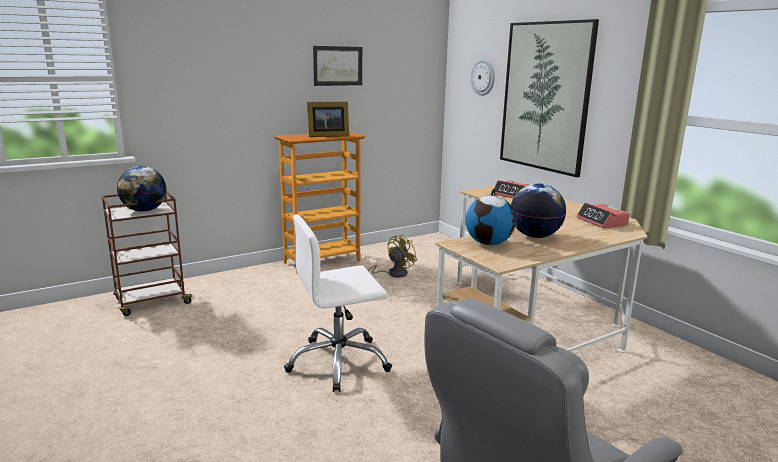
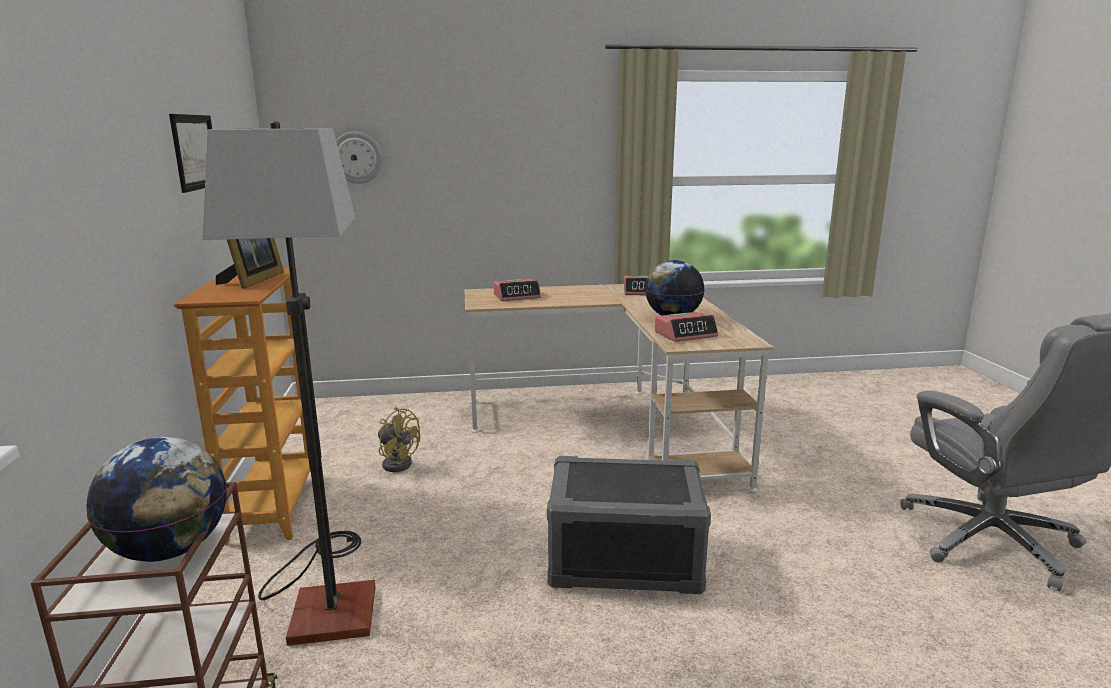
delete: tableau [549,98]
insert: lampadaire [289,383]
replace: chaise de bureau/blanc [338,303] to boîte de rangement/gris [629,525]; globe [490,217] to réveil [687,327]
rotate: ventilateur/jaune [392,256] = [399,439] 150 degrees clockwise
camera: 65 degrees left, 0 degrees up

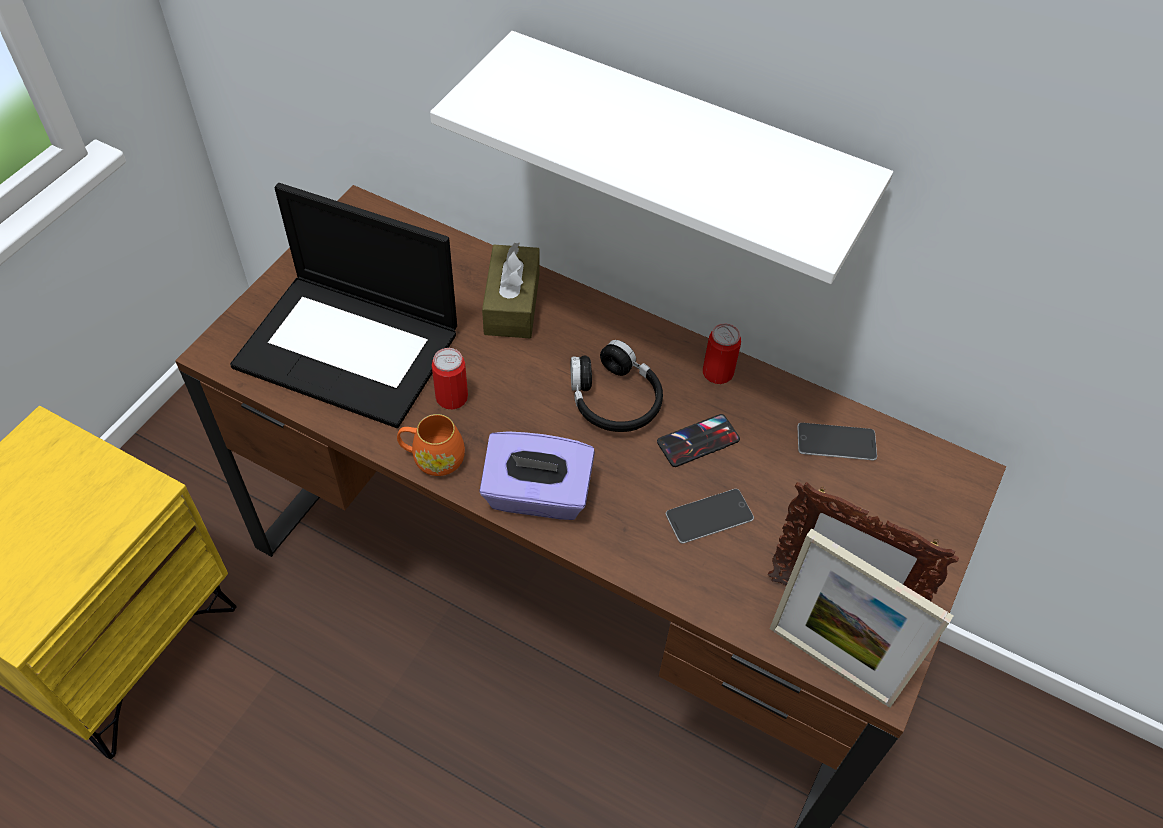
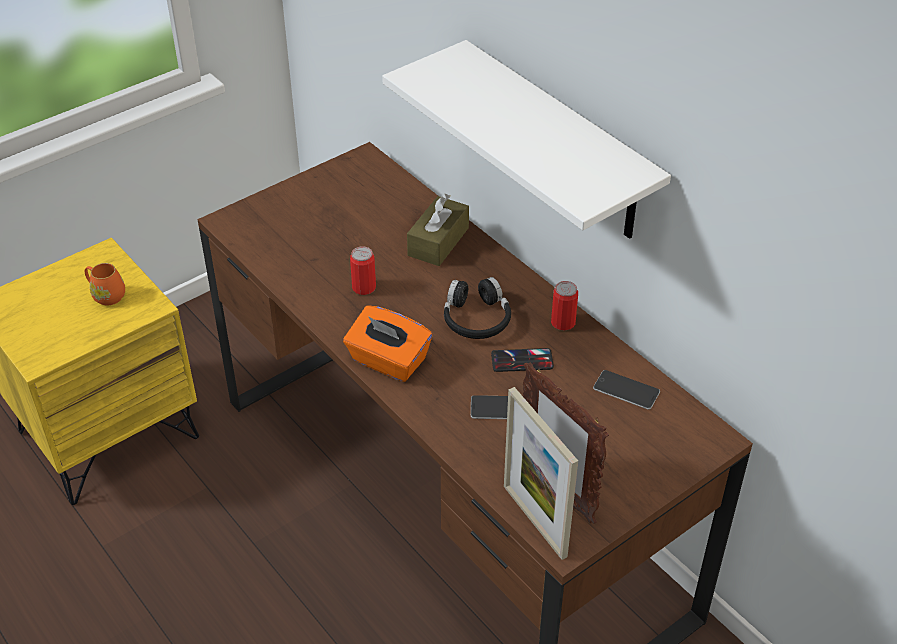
delete: ordinateur portable [343,305]
move: mug/orange [431,445] to [105,284]
recolor: boîte à mouchoirs/violet [537,475] to boîte à mouchoirs/orange [387,343]
camera: 25 degrees right, 10 degrees down

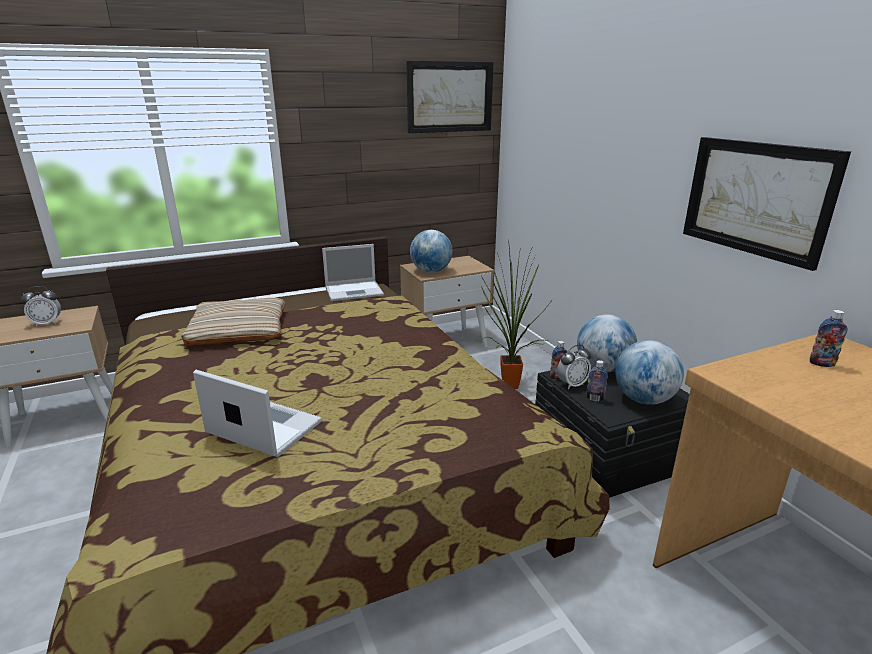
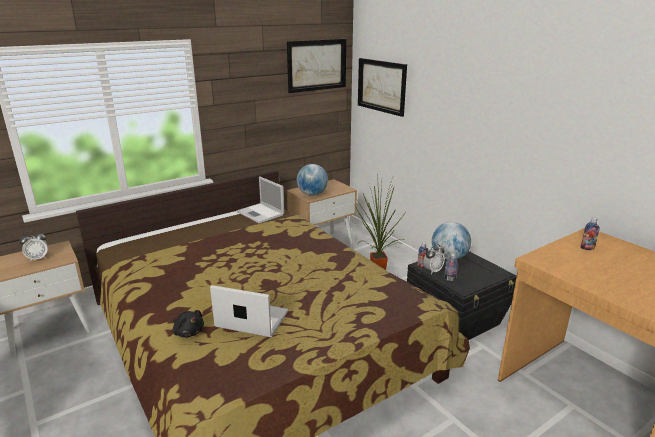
delete: coussin/beige [233,322]; globe [649,372]
insert: peluche/noir [188,324]
move: tableau [767,204] to [382,87]
rotate: ordinateur portable [353,272] = [260,199] 75 degrees clockwise
camera: 10 degrees left, 0 degrees up

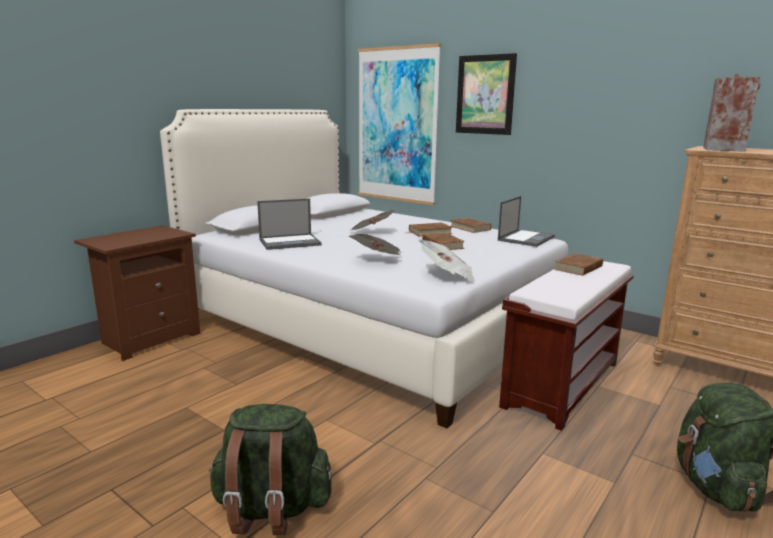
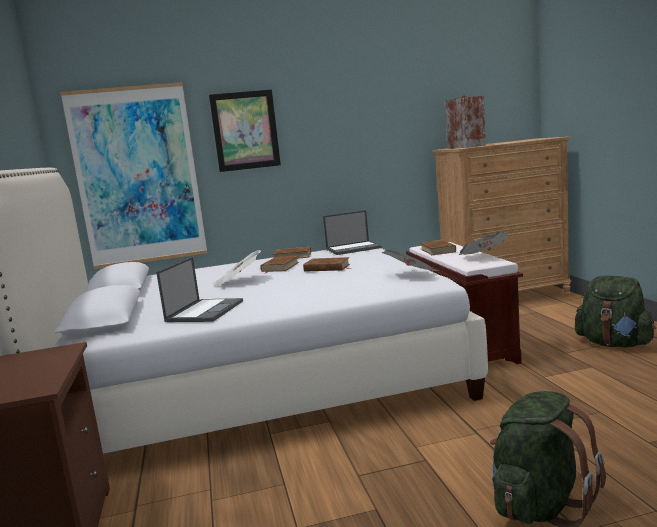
move: journal [374,244] to [483,243]
rotate: ordinateur portable [526,221] = [352,232] 90 degrees clockwise
camera: 50 degrees left, 5 degrees down

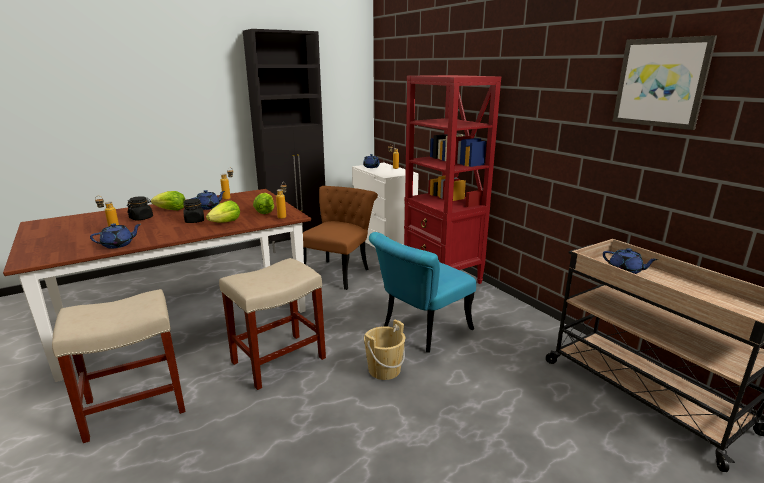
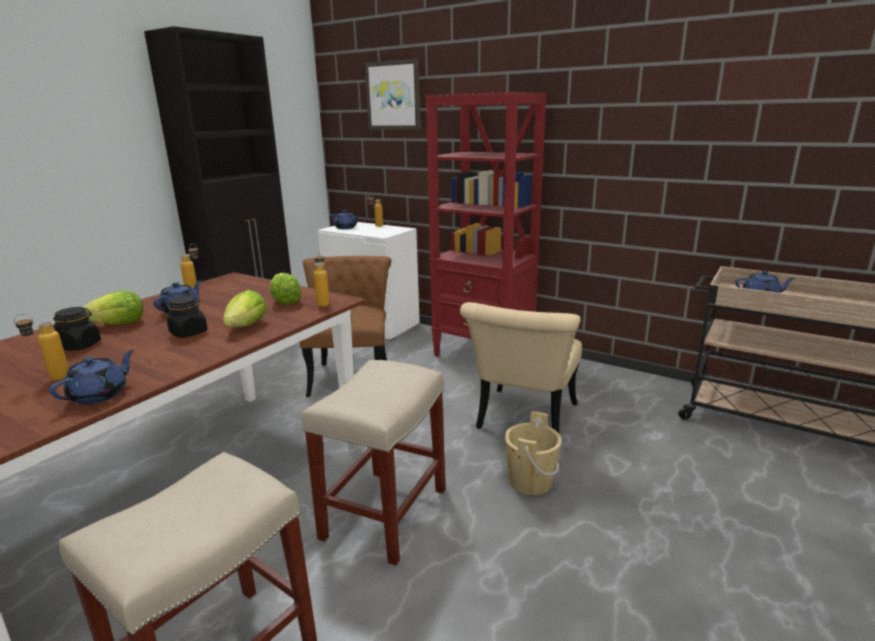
move: tableau [664,82] to [392,94]
recolor: chaise/turquoise [422,292] to chaise/beige [521,367]
camera: 25 degrees left, 0 degrees up

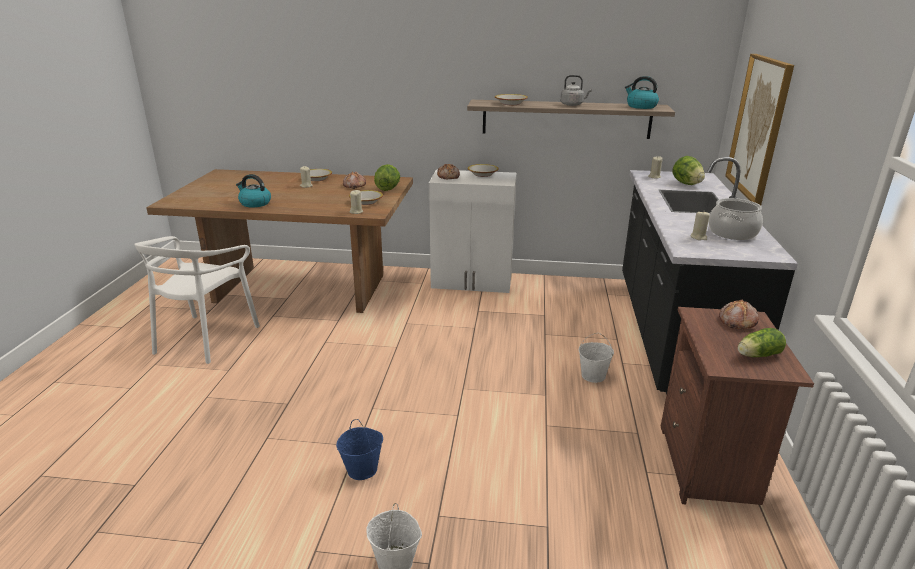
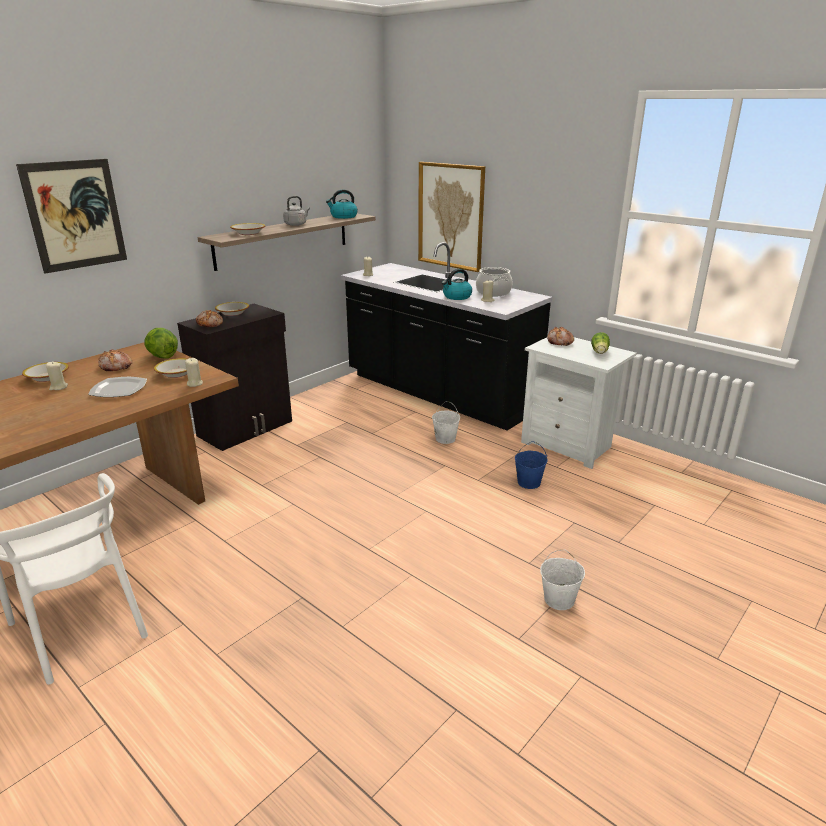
delete: laitue [689,170]
insert: tableau [71,216]; assiette [117,387]
move: bouilloire [253,191] to [457,284]; seau/bleu [359,449] to [531,465]
recolor: meuble de rangement/blanc [472,231] to meuble de rangement/noir [234,377]; table de chevet/marron [737,406] to table de chevet/blanc [579,403]
camera: 55 degrees left, 0 degrees up

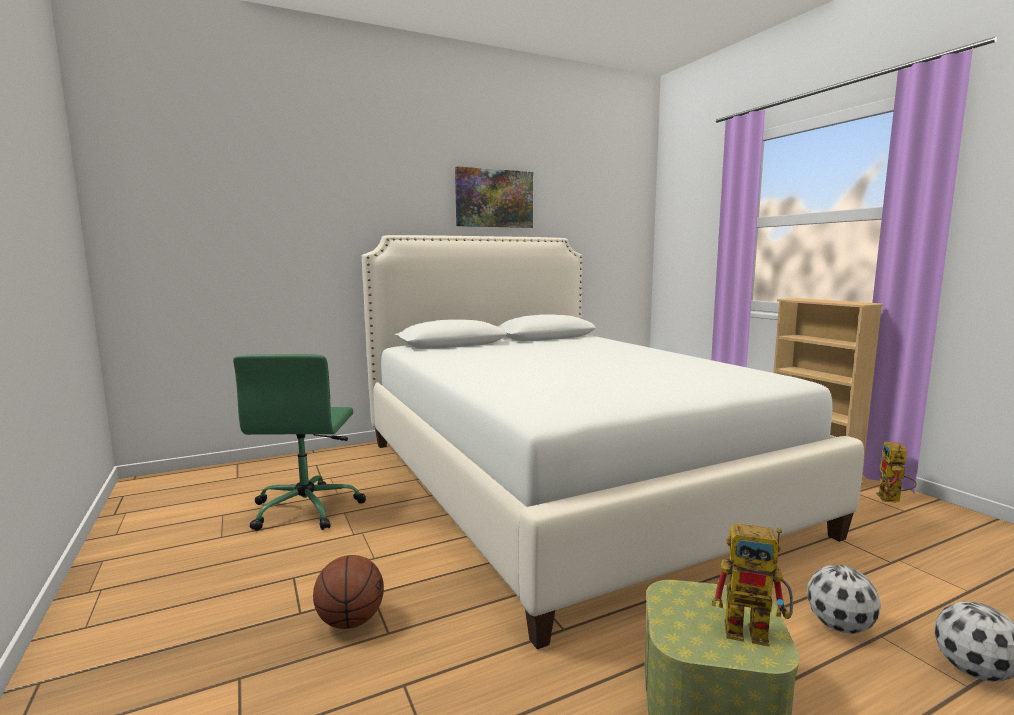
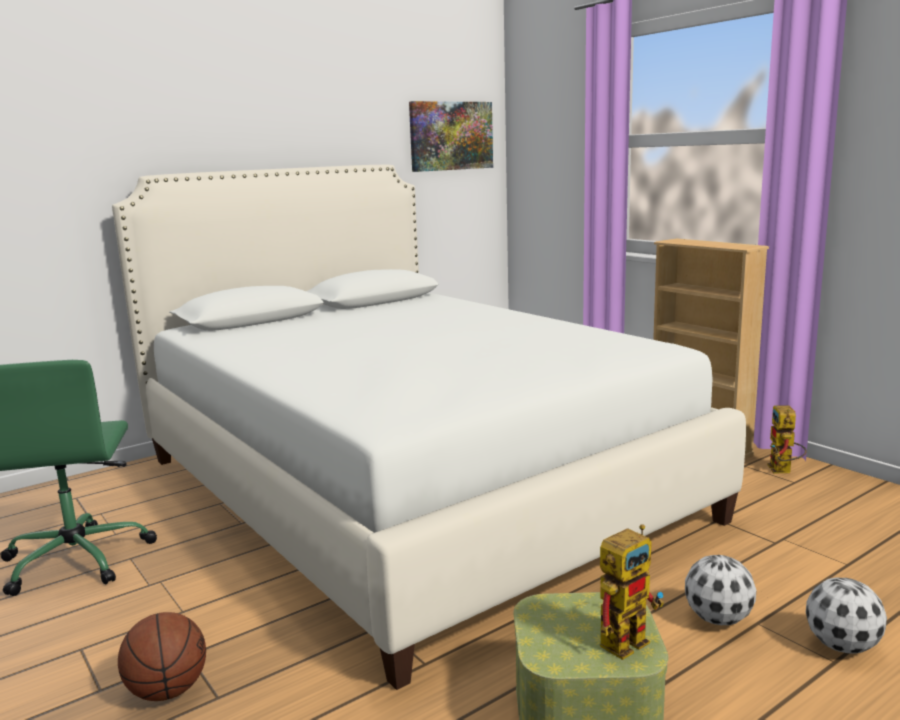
move: tableau [494,197] to [451,136]
rotate: robot jouet [752,584] = [632,592] 45 degrees counterclockwise
camera: 10 degrees left, 5 degrees up

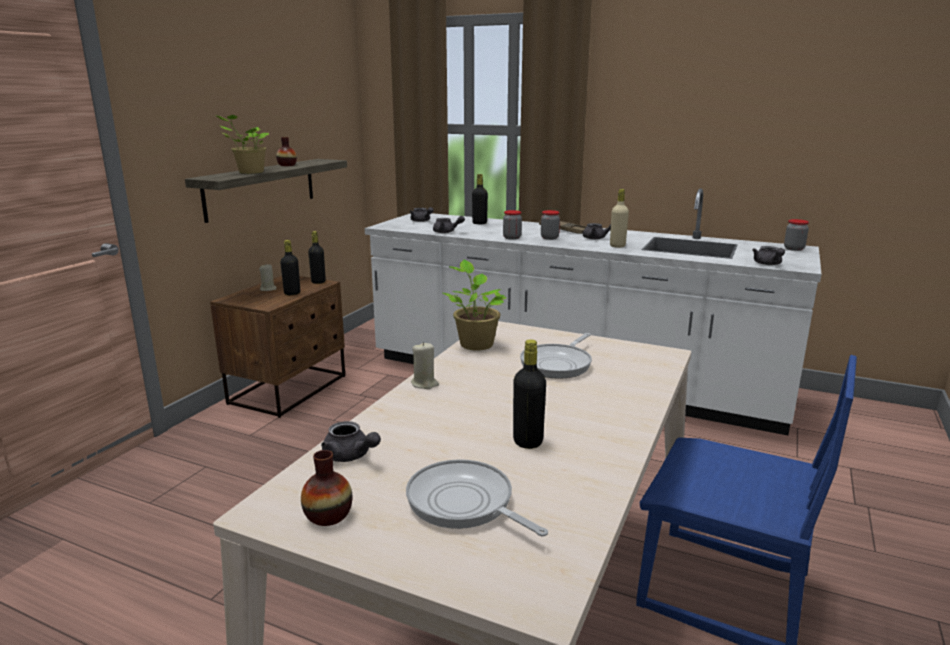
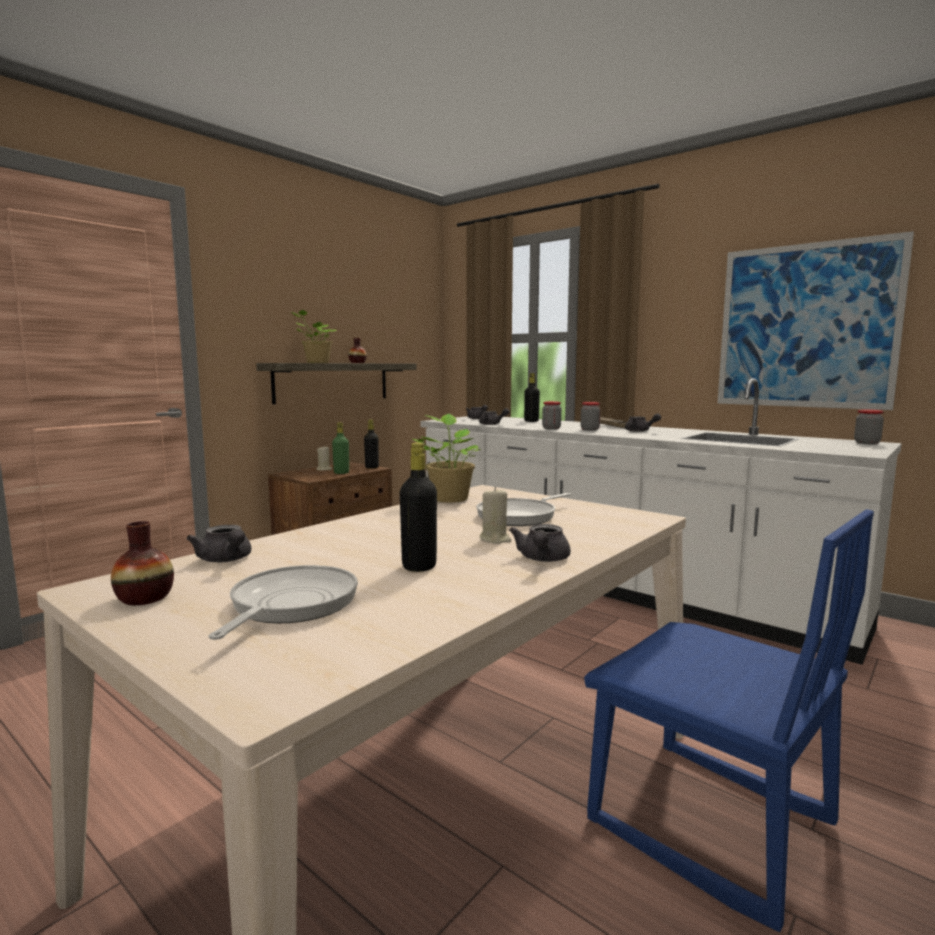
delete: bouteille/beige [619,218]
insert: tableau [815,320]
move: bougie/beige [425,365] to [496,515]; théière/gris [768,255] to [539,543]
recolor: bouteille/noir [290,267] to bouteille/vert [340,448]
rotate: poêle [477,497] = [283,602] 45 degrees clockwise
camera: 15 degrees right, 10 degrees down

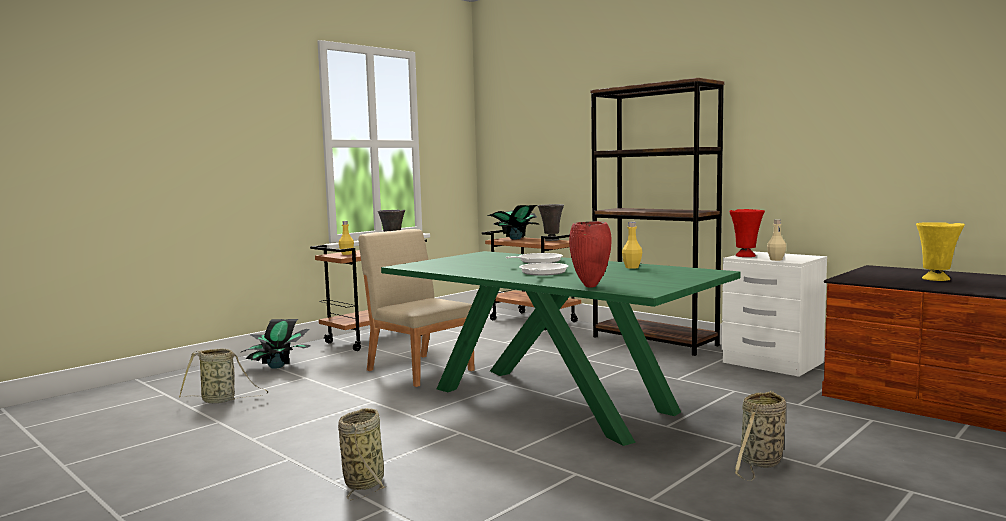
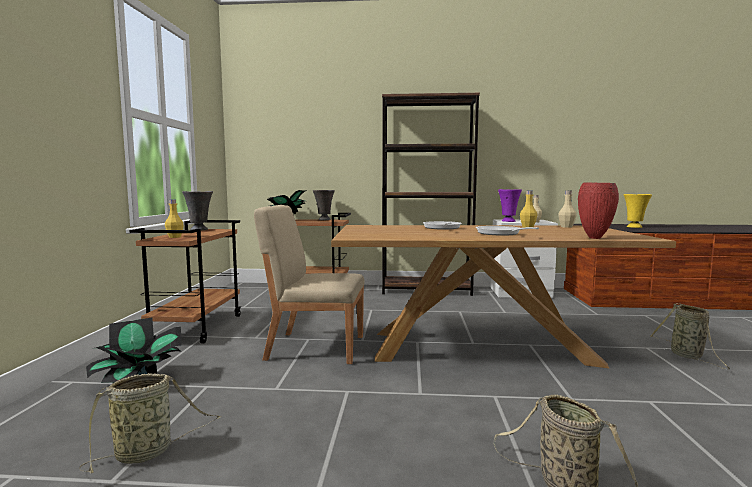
insert: bouteille/beige [567,209]
recolor: table à manger/vert [561,348] to table à manger/marron [503,296]; vase/rouge [747,233] to vase/violet [510,205]
camera: 40 degrees left, 0 degrees up

